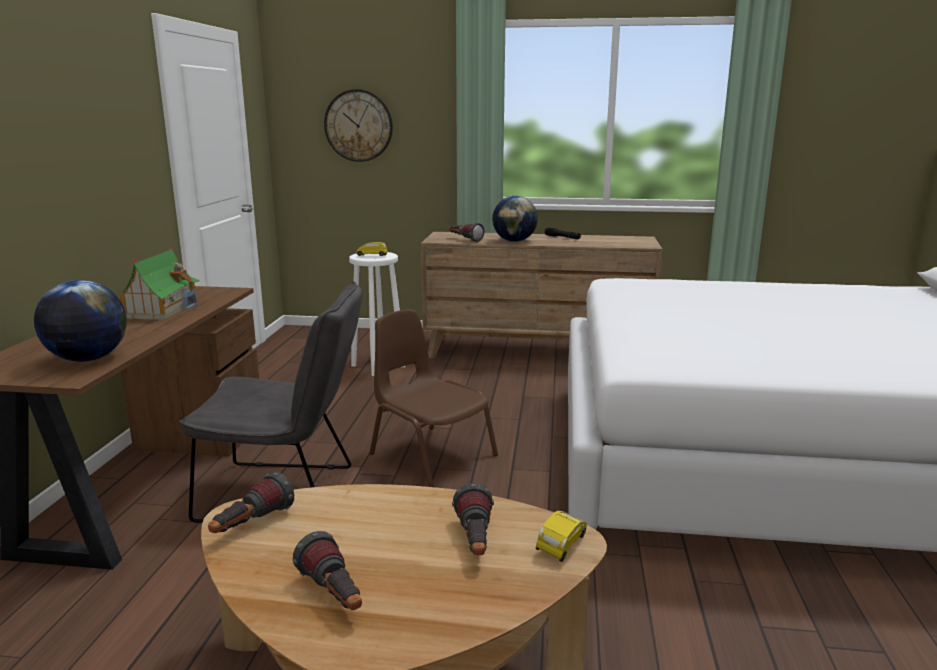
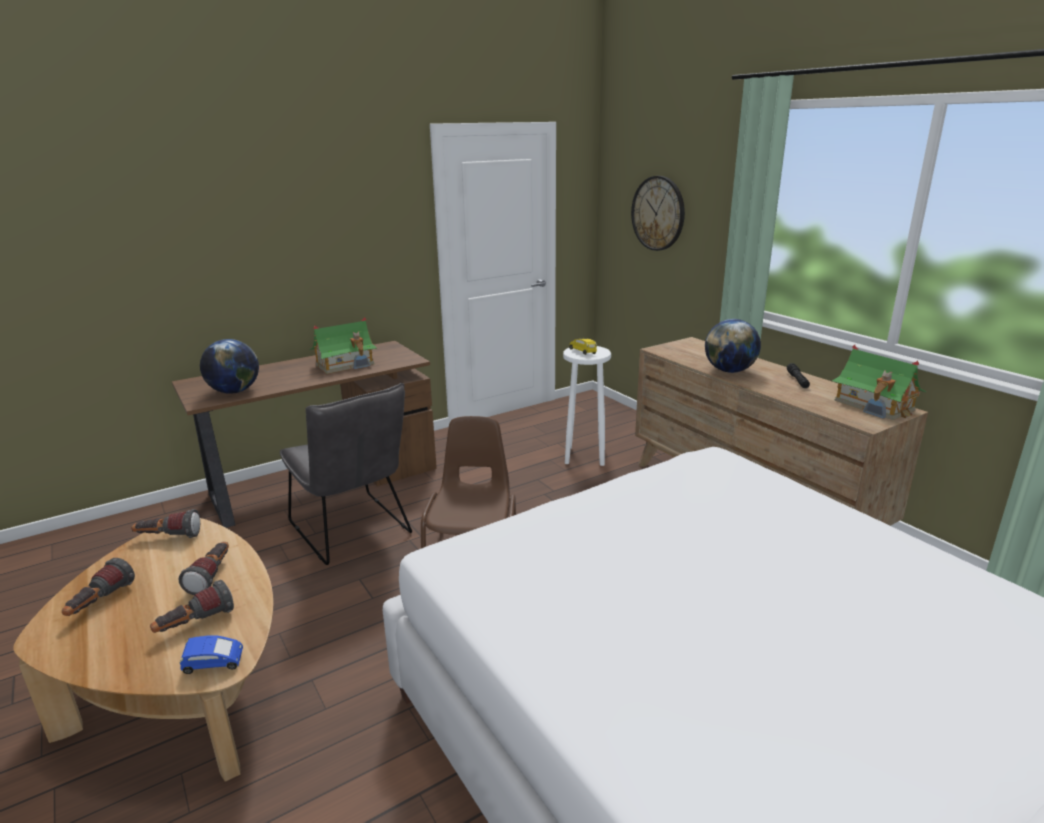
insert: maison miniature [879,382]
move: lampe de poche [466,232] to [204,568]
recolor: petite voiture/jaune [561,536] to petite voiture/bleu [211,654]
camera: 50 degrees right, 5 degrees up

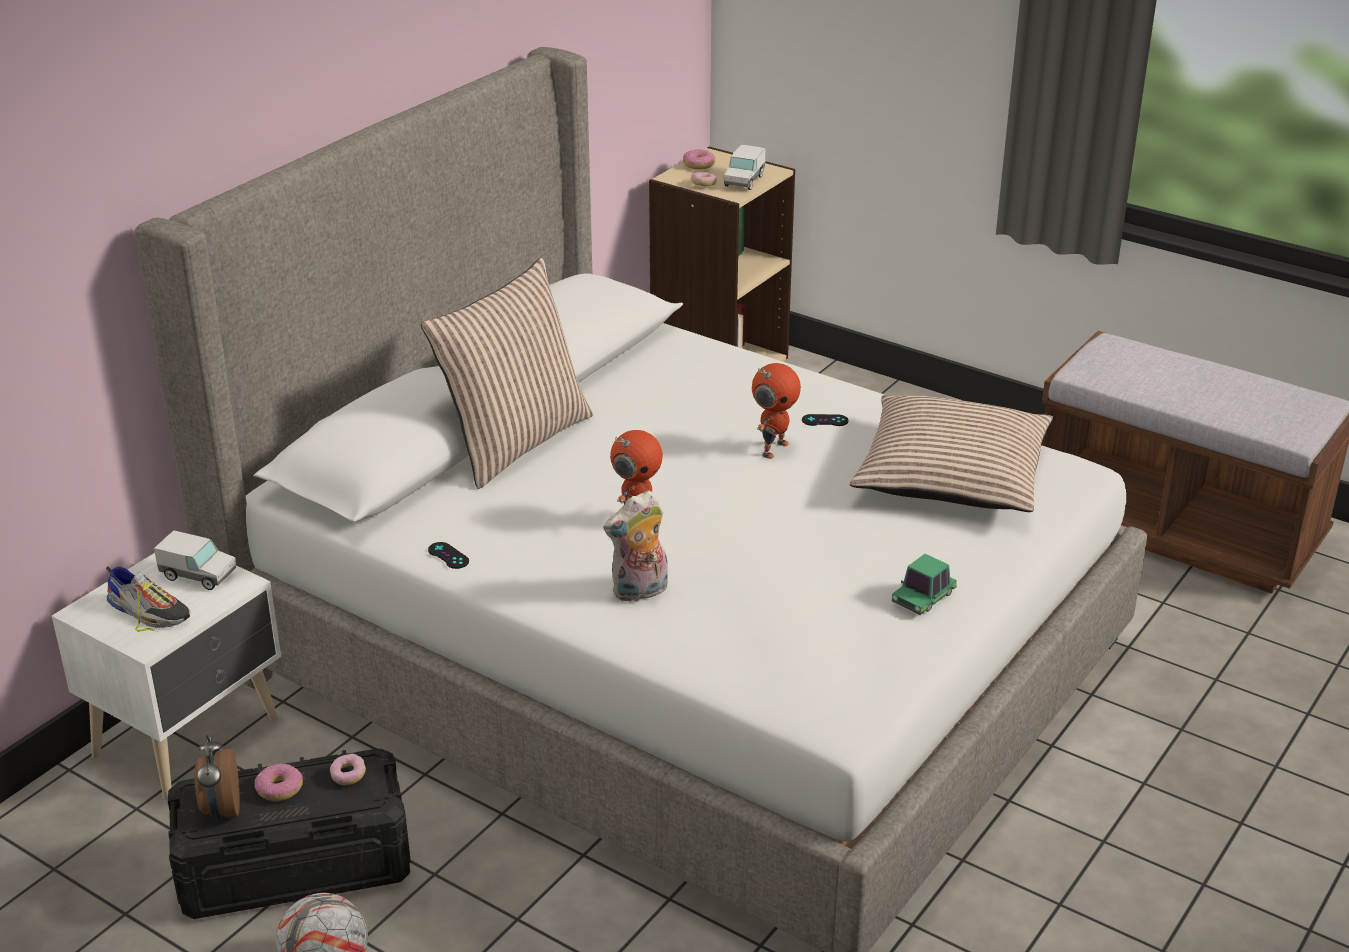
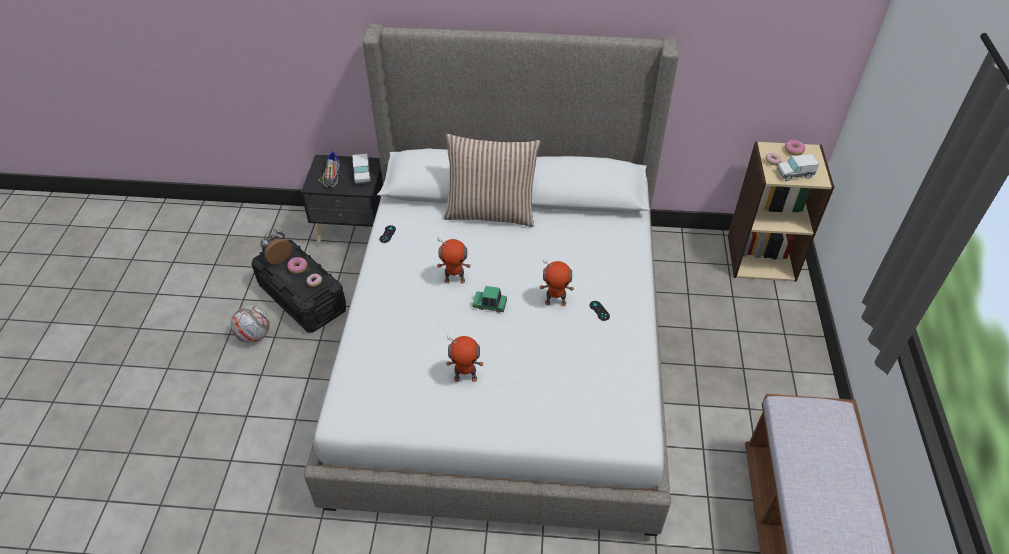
delete: peluche [635,546]; coussin [951,453]
insert: robot jouet [465,359]
move: petite voiture [924,584] to [489,299]
recolor: table de chevet/blanc [166,676] to table de chevet/noir [342,200]
camera: 60 degrees right, 15 degrees up

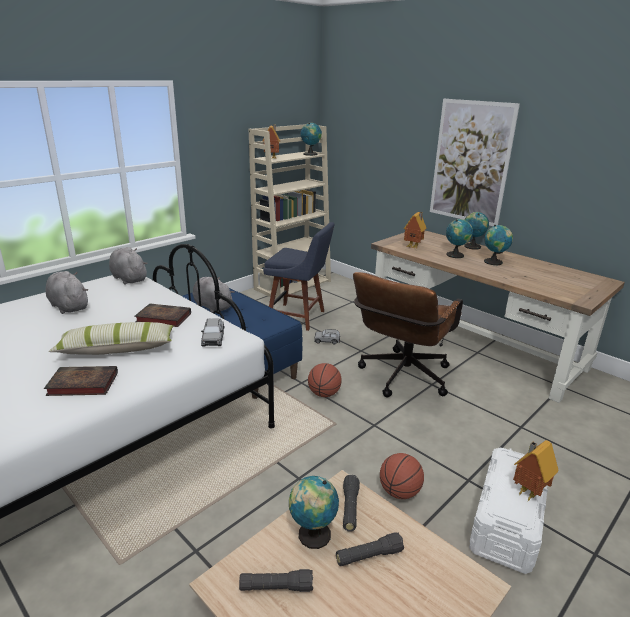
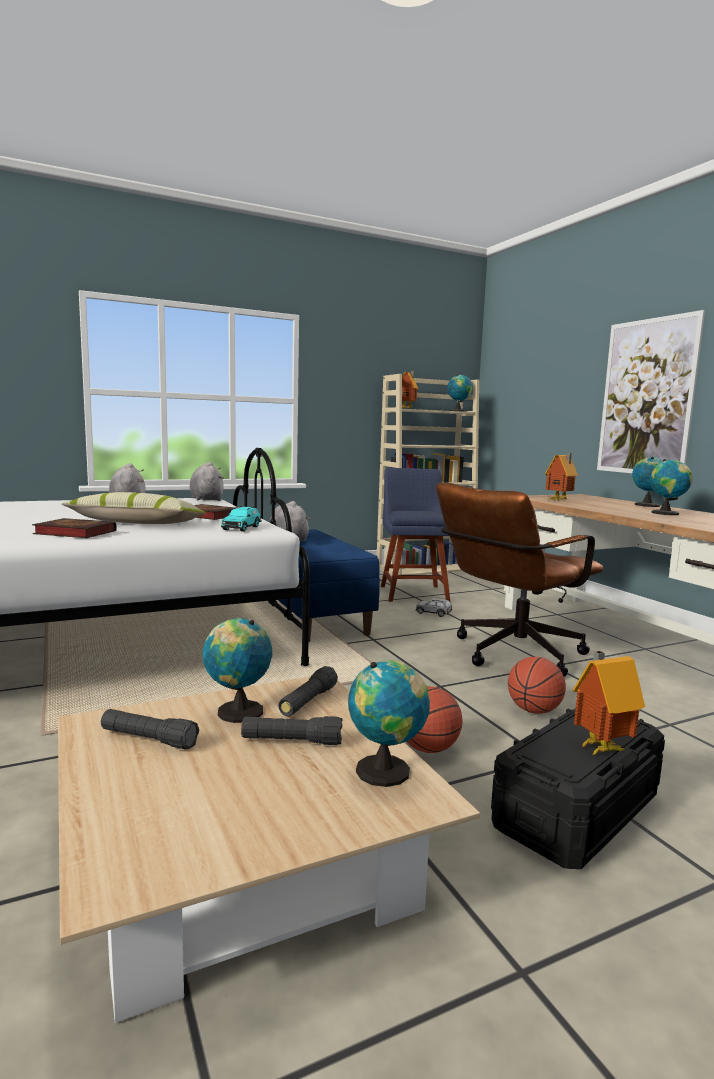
move: ballon de basket [325,380] to [537,685]; globe [459,238] to [389,723]
recolor: petite voiture/gris [212,332] to petite voiture/turquoise [241,519]; boîte de rangement/blanc [508,511] to boîte de rangement/noir [578,788]
rotate: chaise/bleu [298,276] = [415,535] 135 degrees counterclockwise
camera: 20 degrees right, 15 degrees down

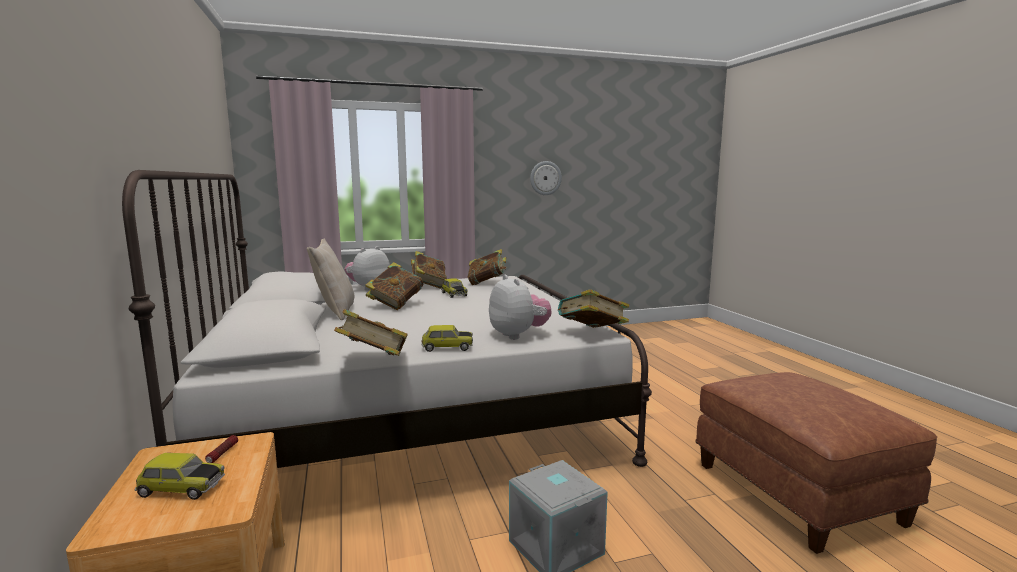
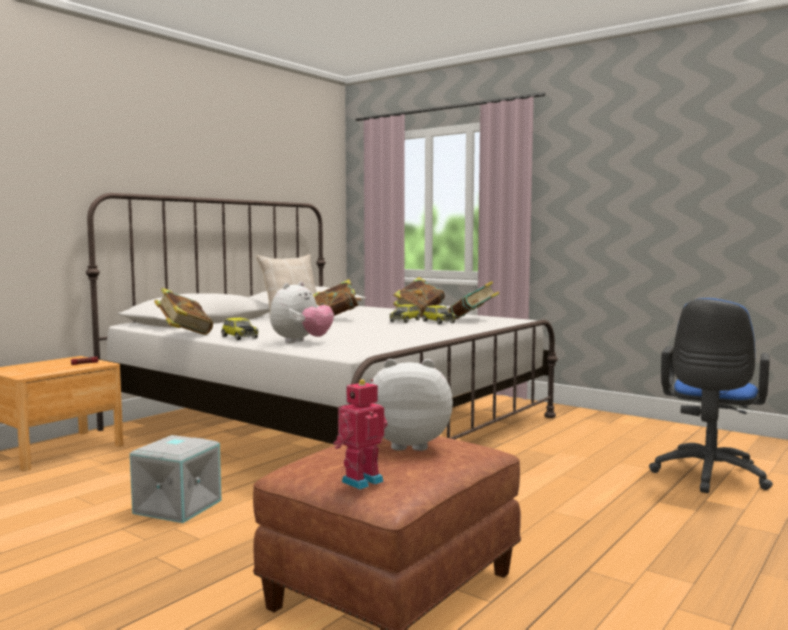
delete: horloge murale [546,178]; livre [593,308]
insert: robot jouet [360,434]; chaise de bureau/bleu [711,395]
move: petite voiture [179,476] to [439,314]; peluche [367,268] to [412,405]
camera: 55 degrees right, 5 degrees down

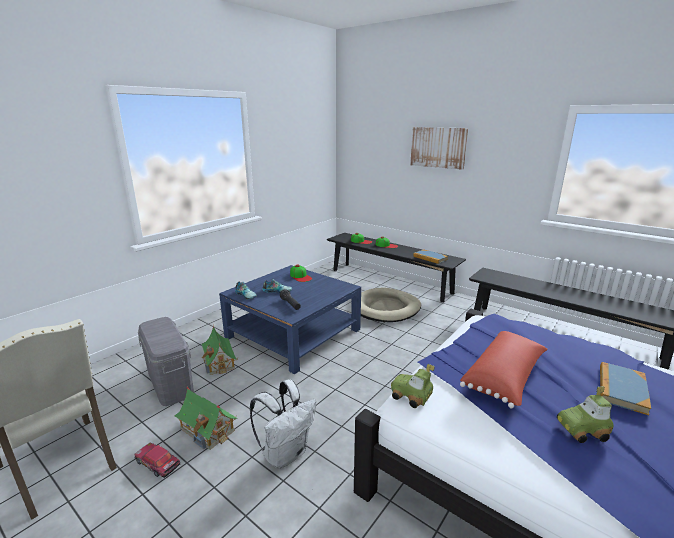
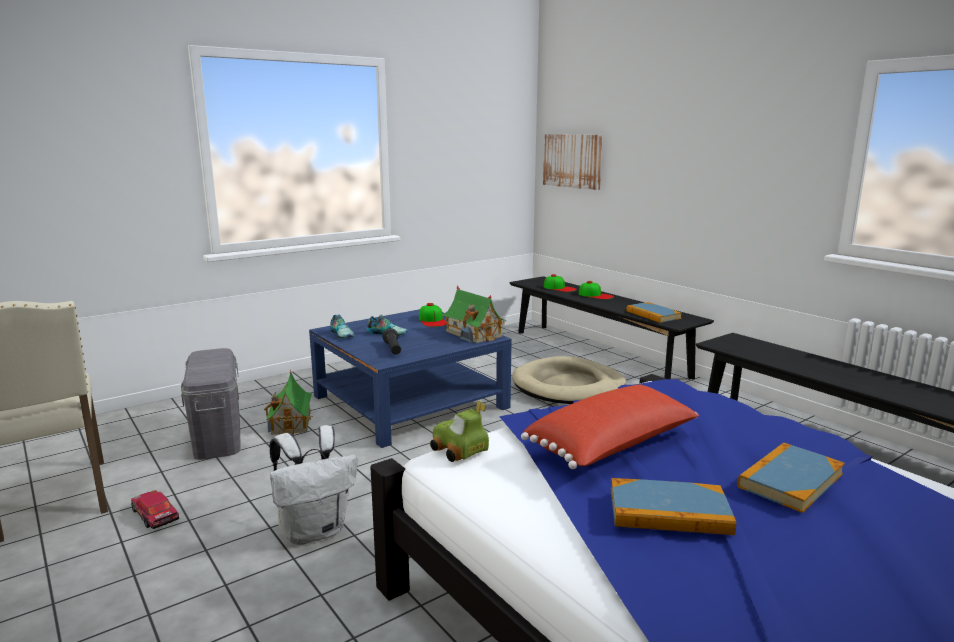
move: maison miniature [206,418] to [474,314]; tableau [439,148] to [573,162]
replace: petite voiture [585,414] to livre [673,506]
camera: 15 degrees right, 5 degrees down

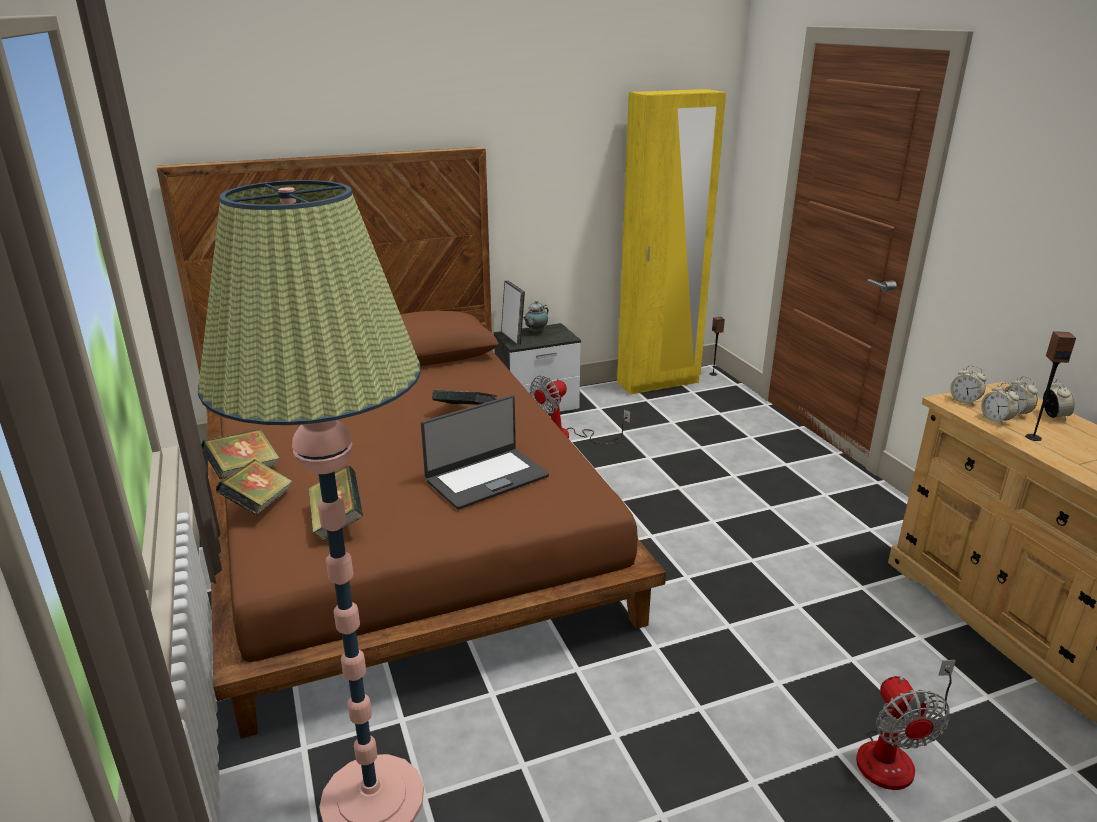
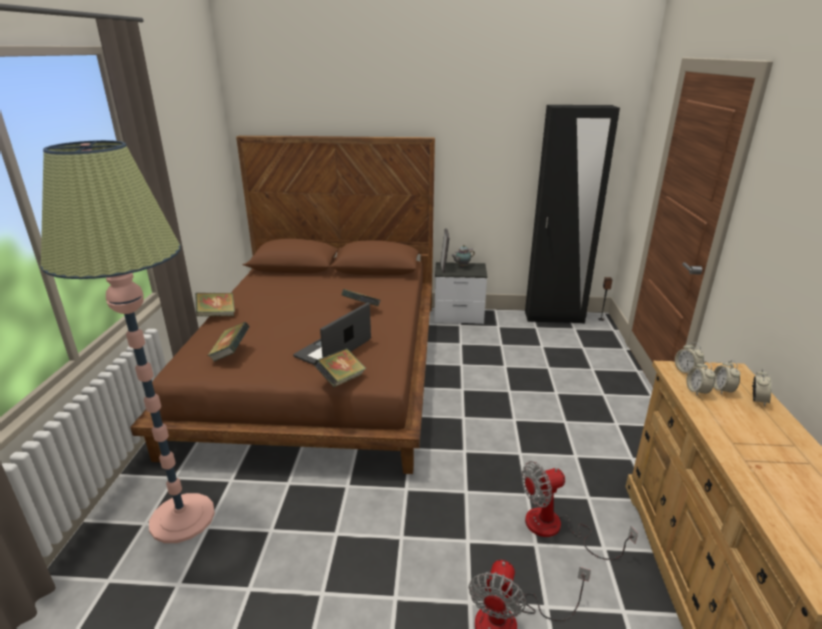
delete: enceinte [1050,386]
move: livre [253,487] to [340,367]; ventilateur [580,410] to [580,510]
recolor: armoire/jaune [671,242] to armoire/noir [572,214]
rotate: ordinateur portable [485,452] = [332,334] 135 degrees clockwise
camera: 25 degrees right, 0 degrees up

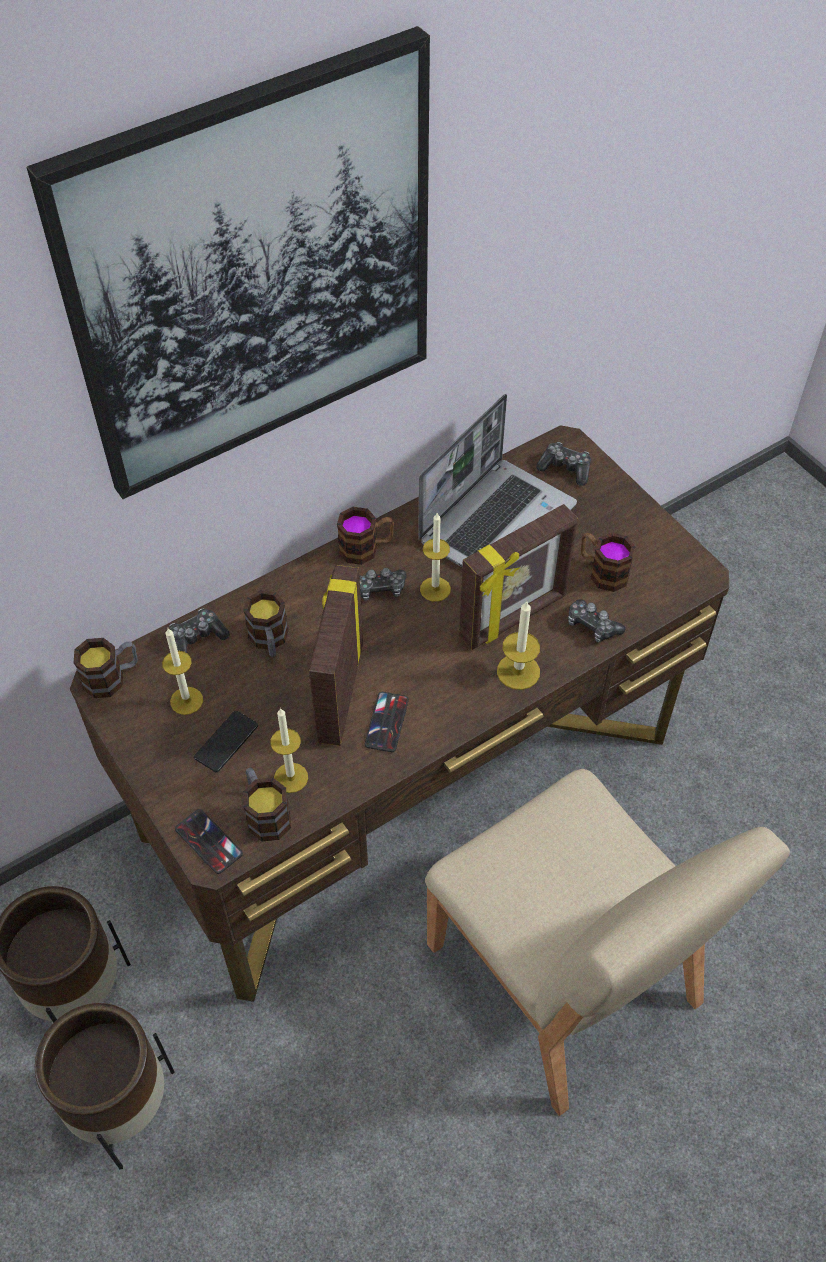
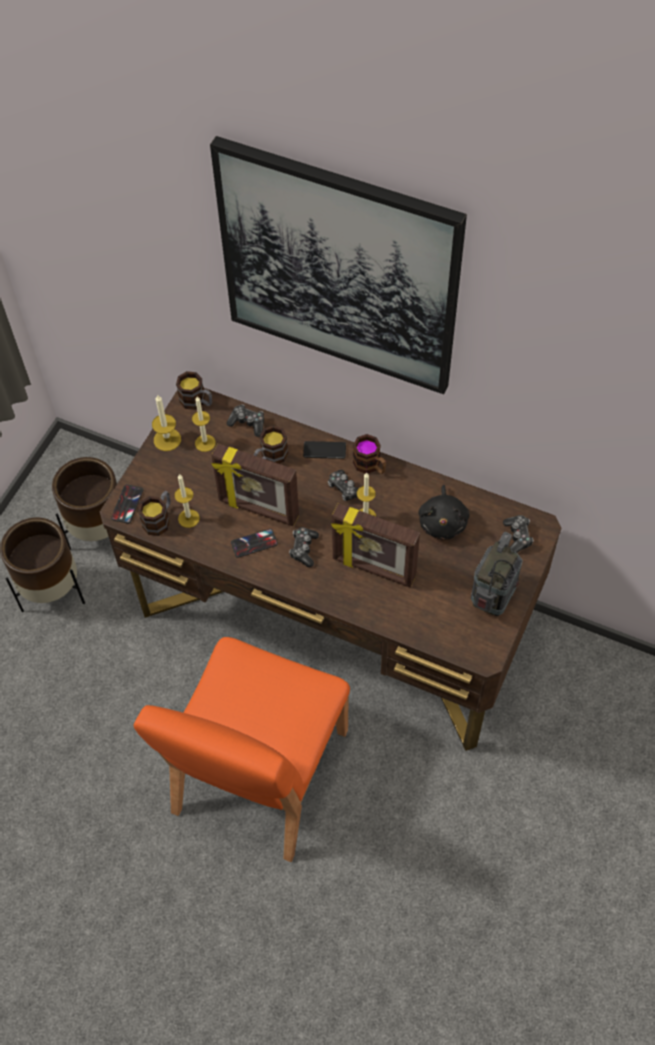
delete: mug [608,562]
insert: radio [496,574]
move: téléphone [226,741] to [324,450]; bougie [518,645] to [166,422]; manette [596,621] to [304,547]
replace: ordinateur portable [497,480] to peluche/noir [444,512]
recolor: chaise/beige [607,942] to chaise/orange [242,749]
rotate: cadre photo [335,655] = [255,484] 135 degrees counterclockwise
camera: 60 degrees right, 5 degrees up

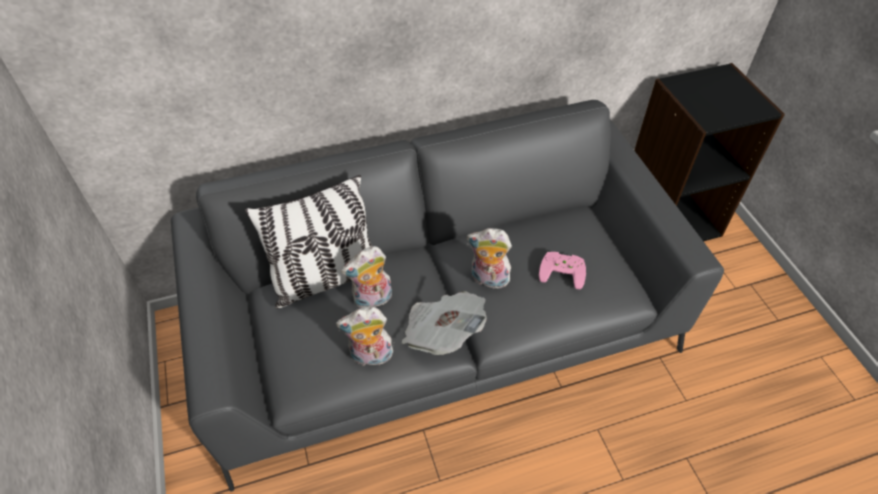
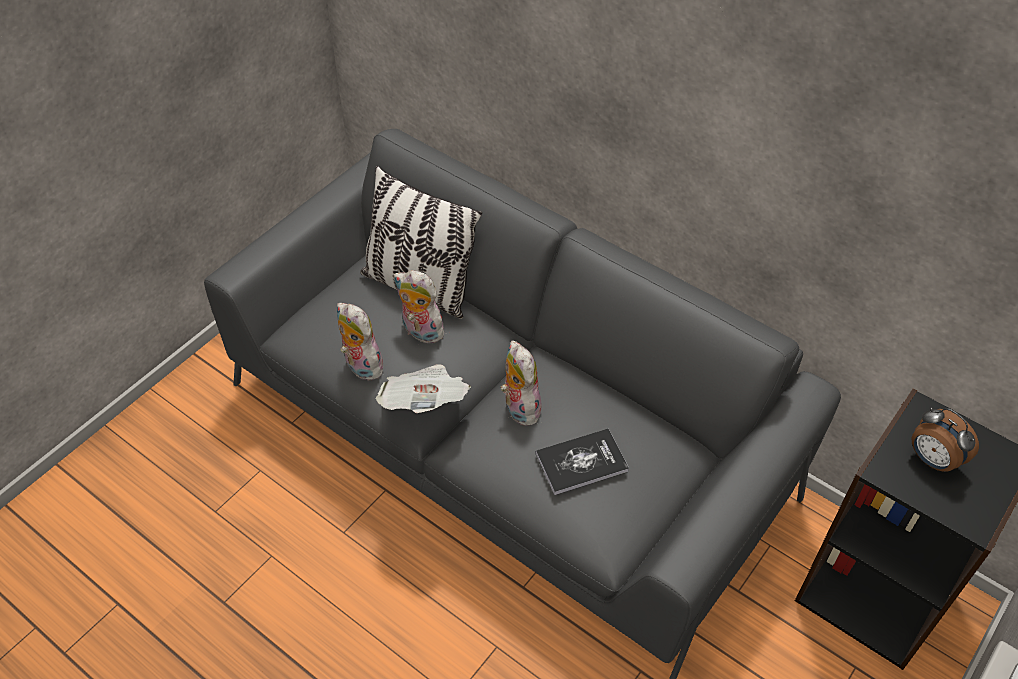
insert: réveil [945,440]
replace: manette/rose [562,270] to livre [582,462]
camera: 55 degrees right, 0 degrees up

